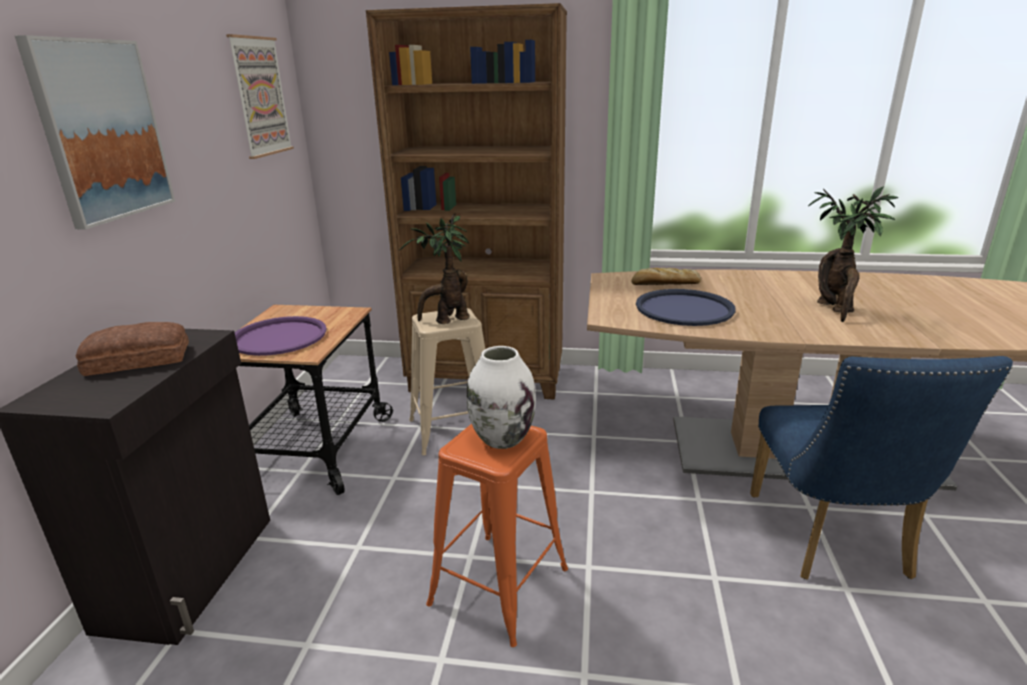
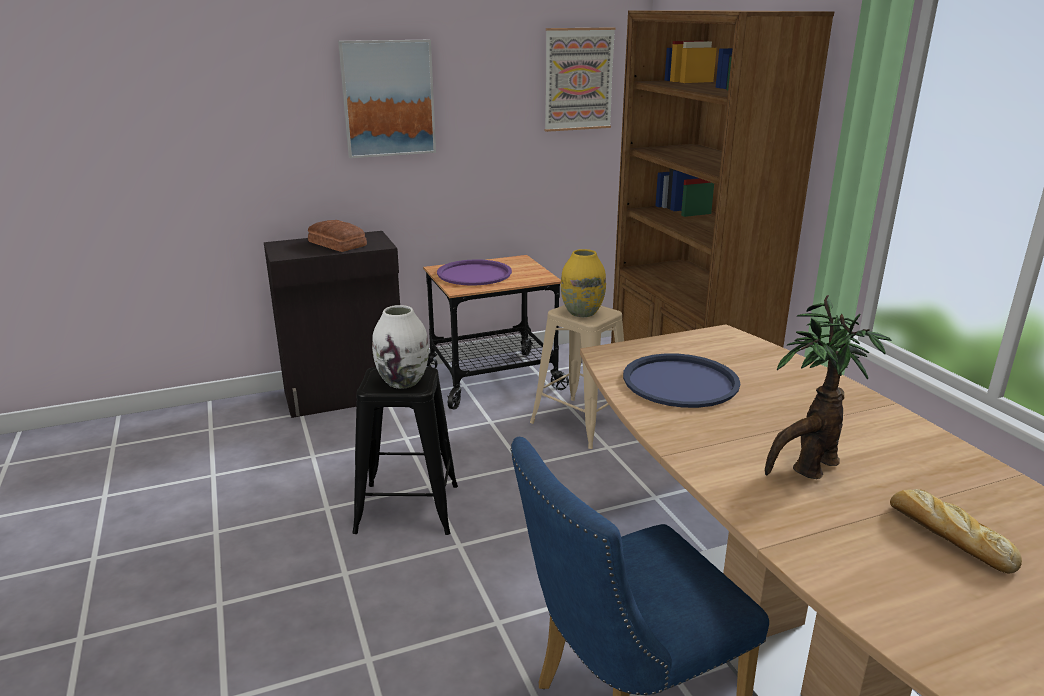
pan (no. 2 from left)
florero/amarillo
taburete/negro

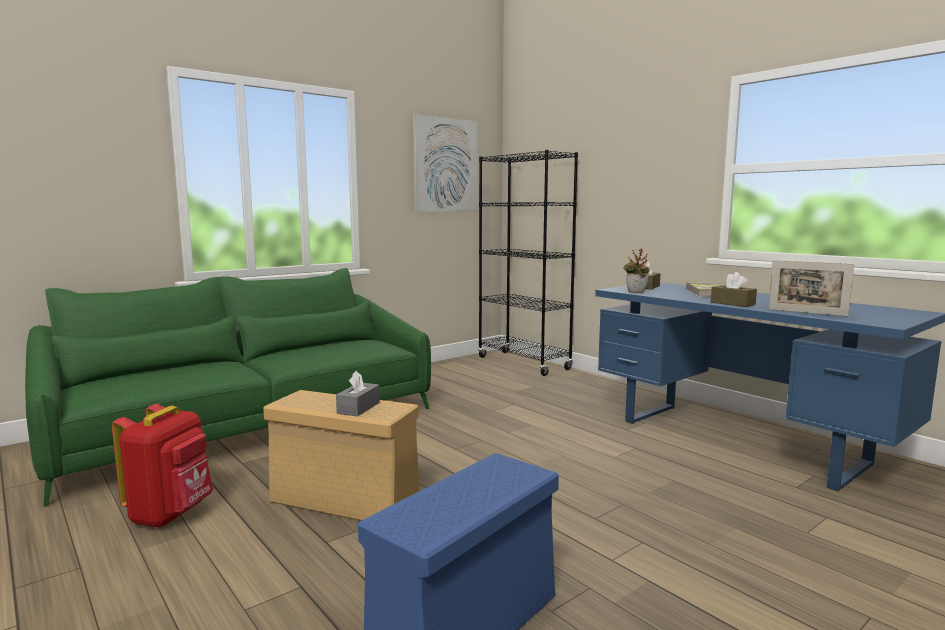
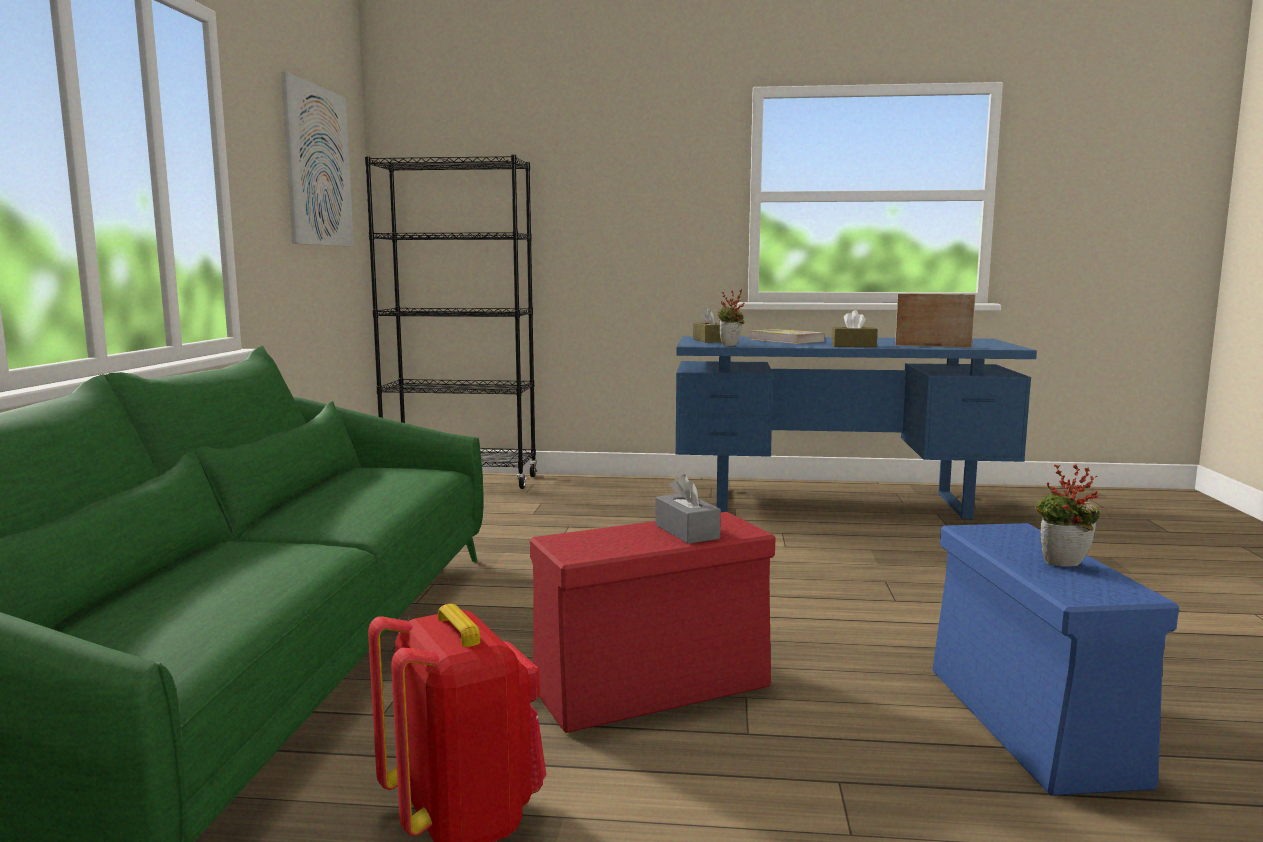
planta en maceta (no. 2 from left)
caja de almacenaje/rojo
portarretratos

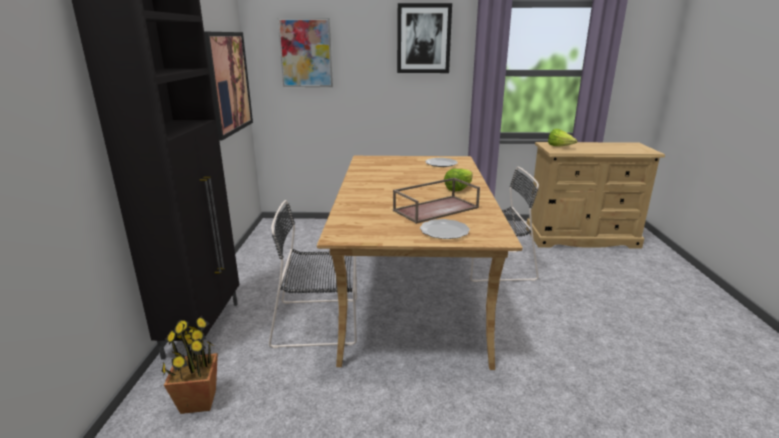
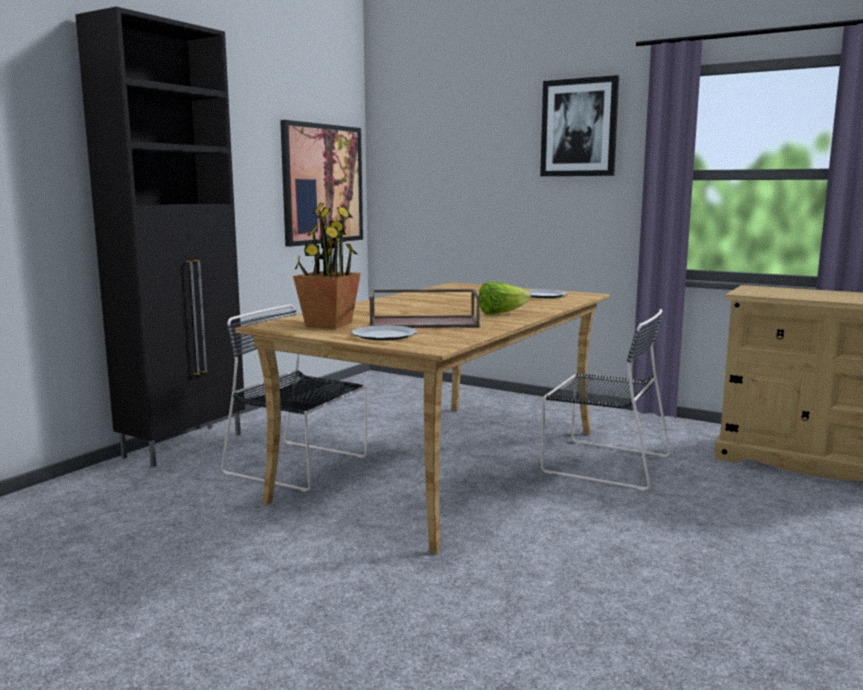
cuadro (no. 2 from left in the first image)
lechuga (no. 2 from left in the first image)
planta en maceta

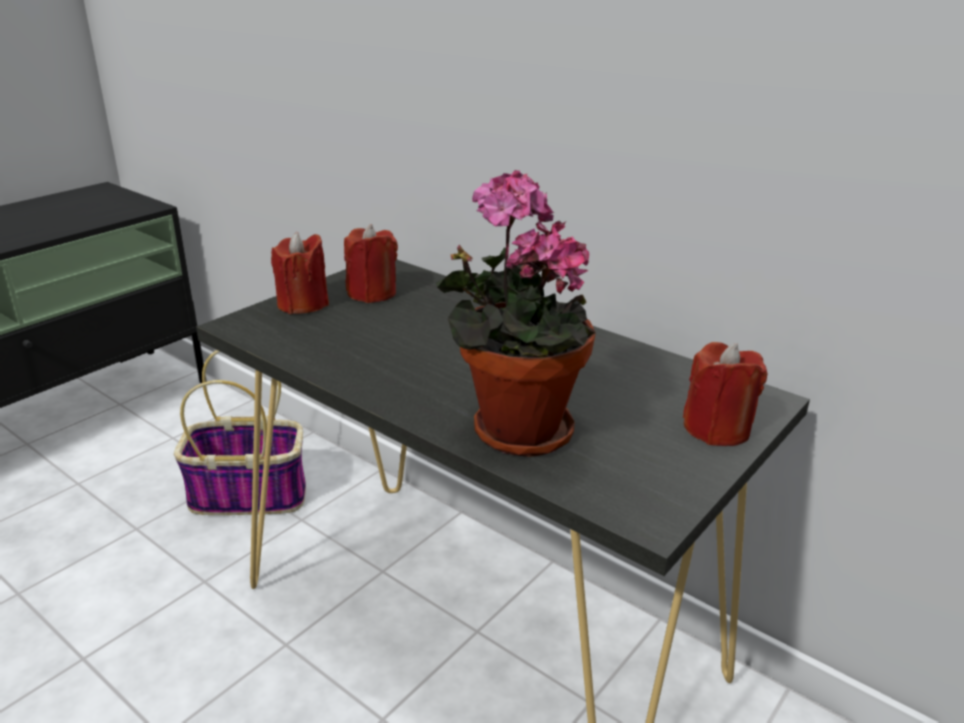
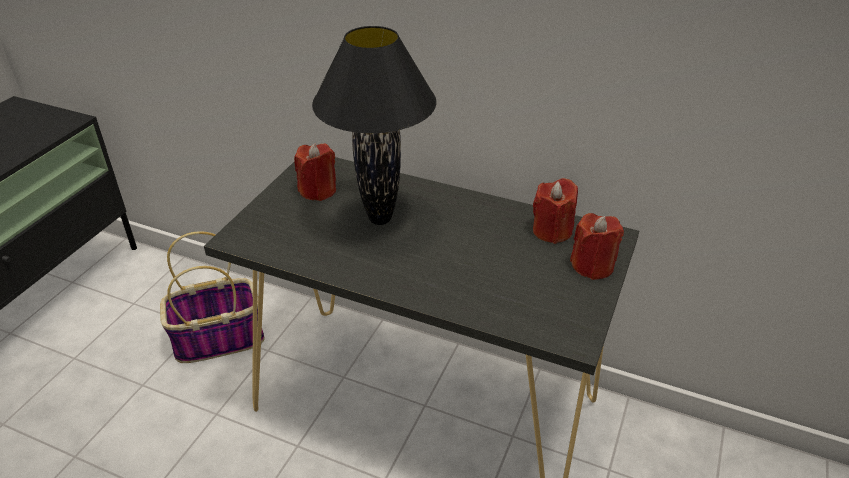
planta en maceta
lámpara de mesa/negro
vela/rojo (no. 2 from left)

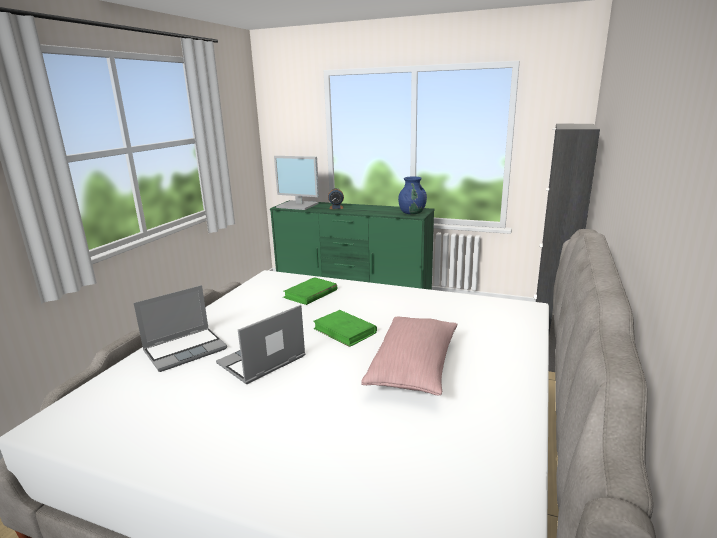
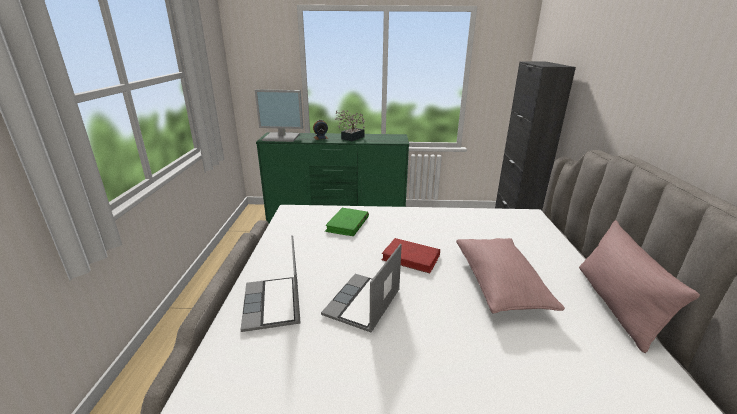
florero/azul
planta en maceta
cojín/rosa (no. 2 from left)
libro/rojo
portátil (no. 1 from left)

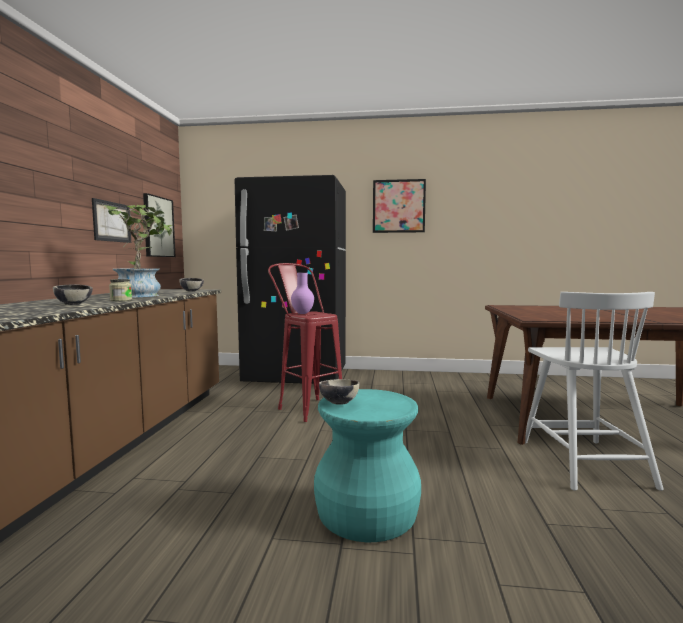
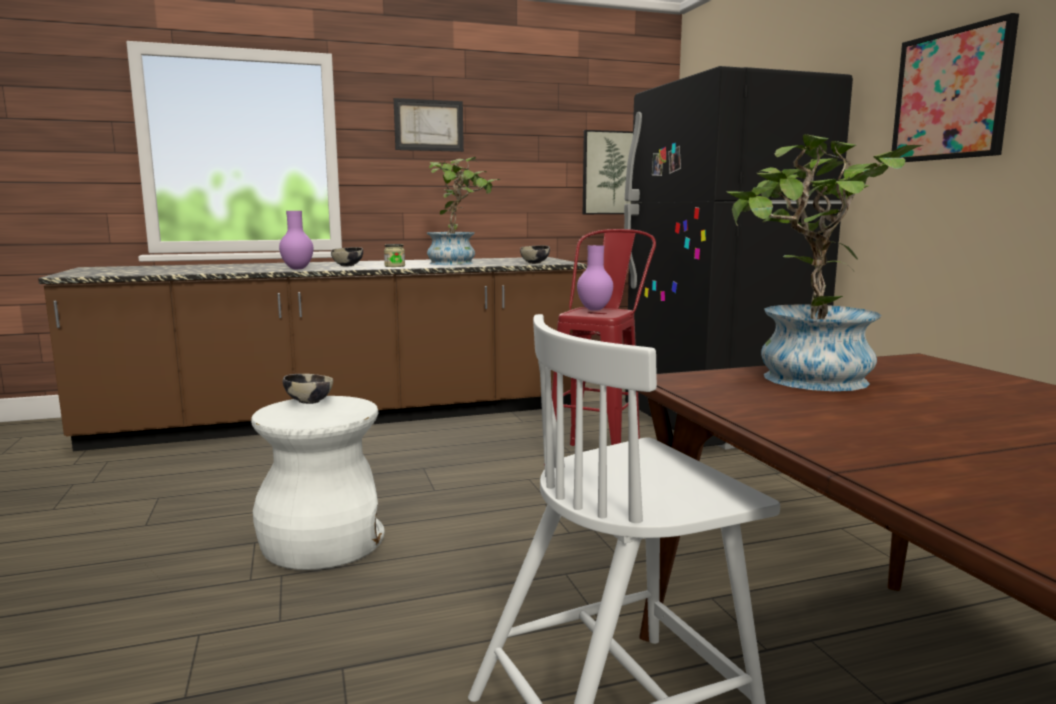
florero/morado (no. 1 from left)
planta en maceta (no. 2 from left)
cuadro (no. 1 from left)
taburete/blanco

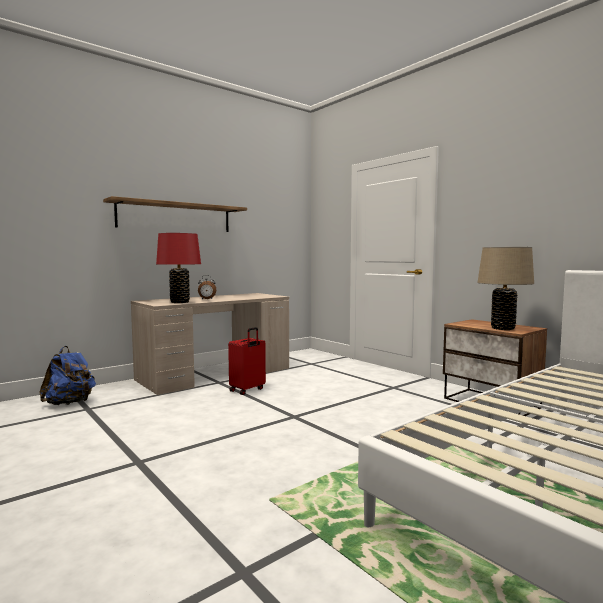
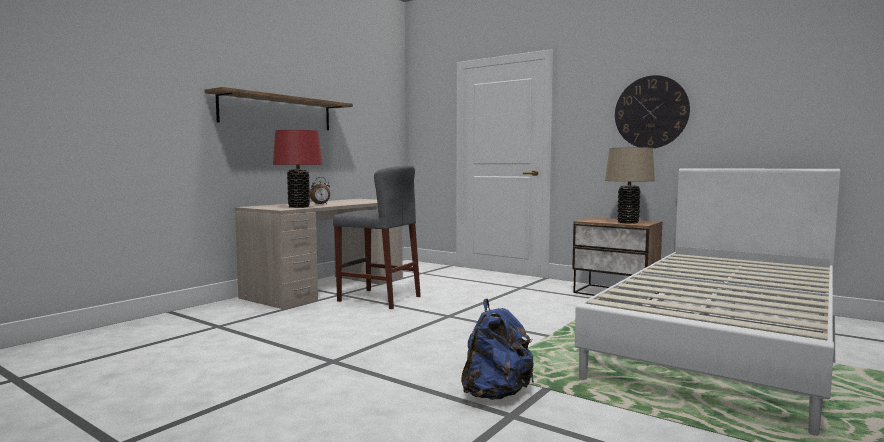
reloj de pared
mochila/azul
taburete/gris

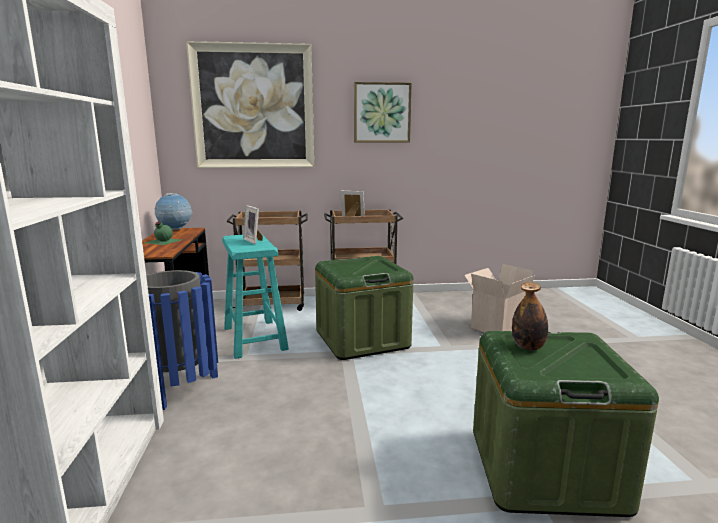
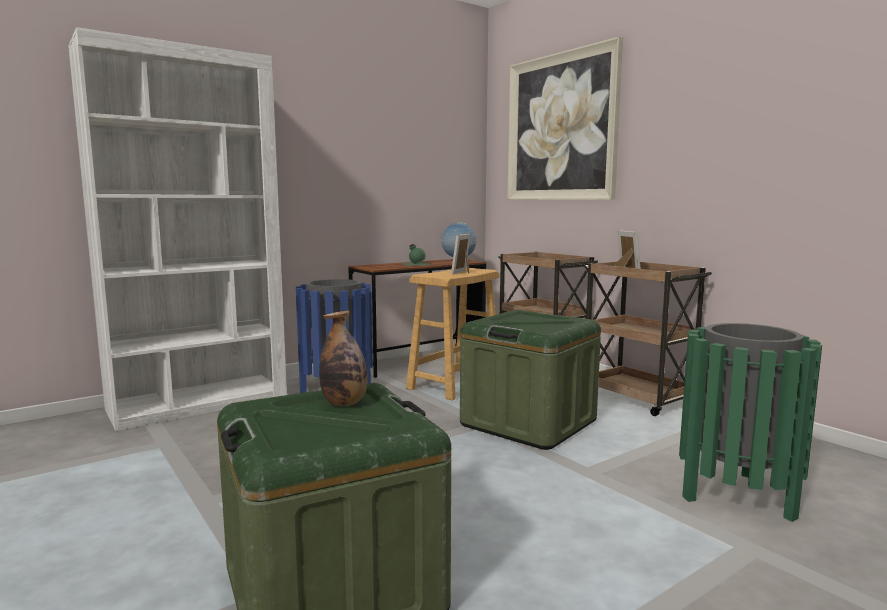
cuadro (no. 2 from left in the first image)
papelera/verde
taburete/beis

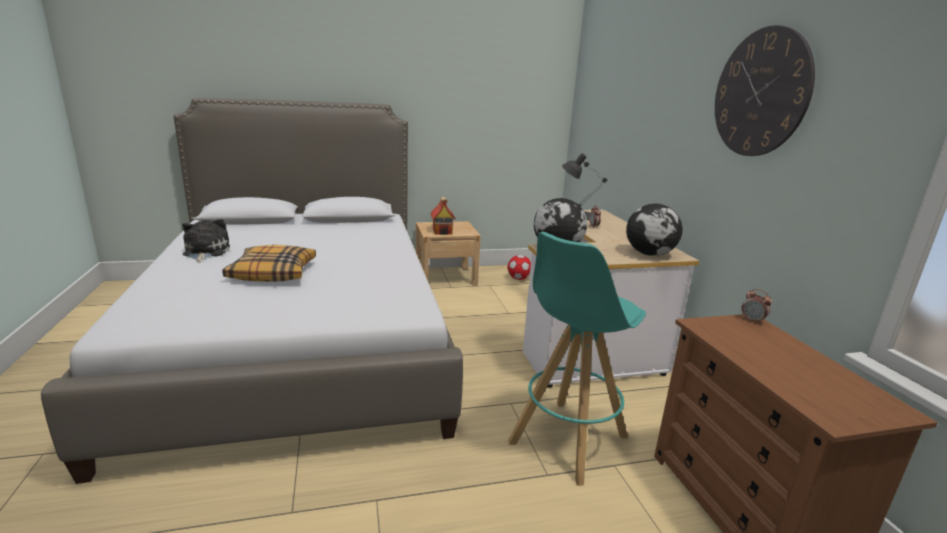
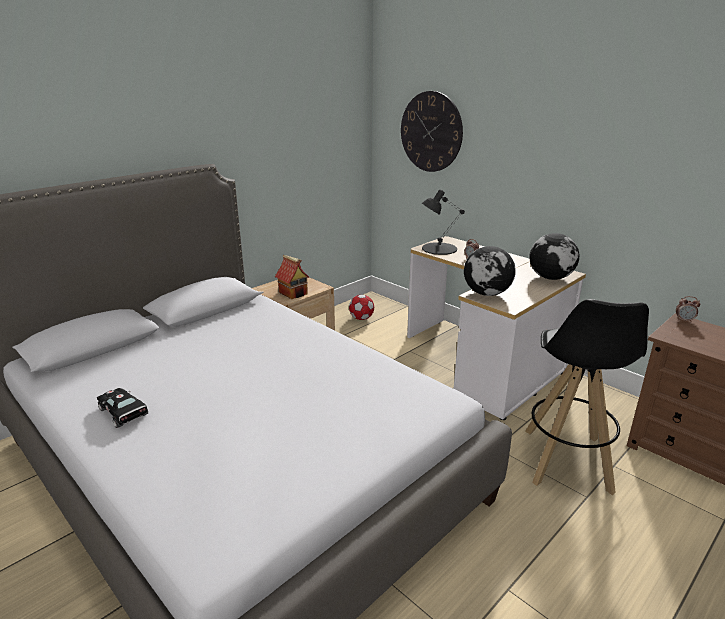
cojín
reloj de pared
coche de juguete/negro
taburete/negro

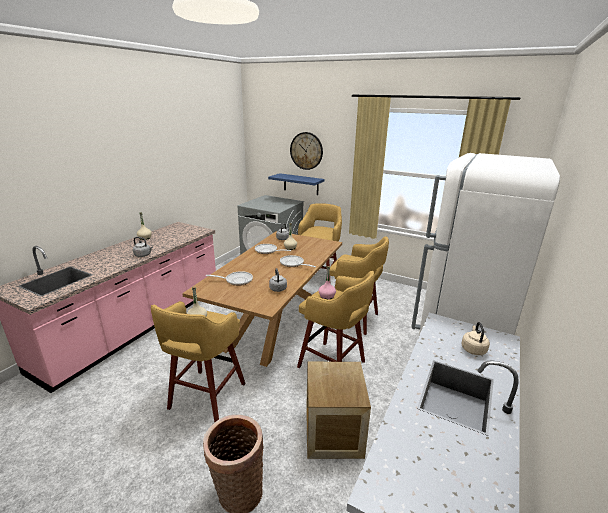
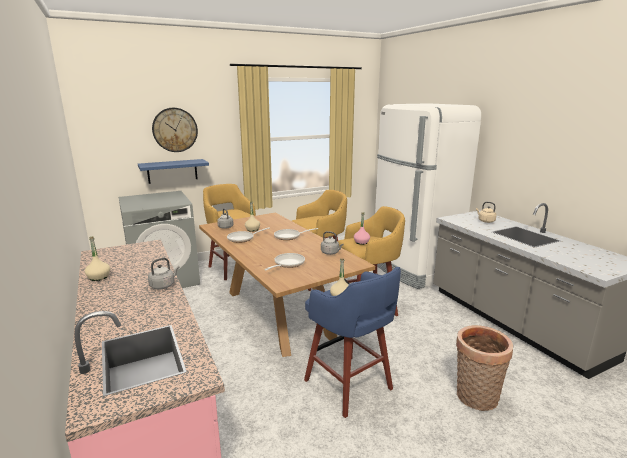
caja de embalaje
taburete/azul

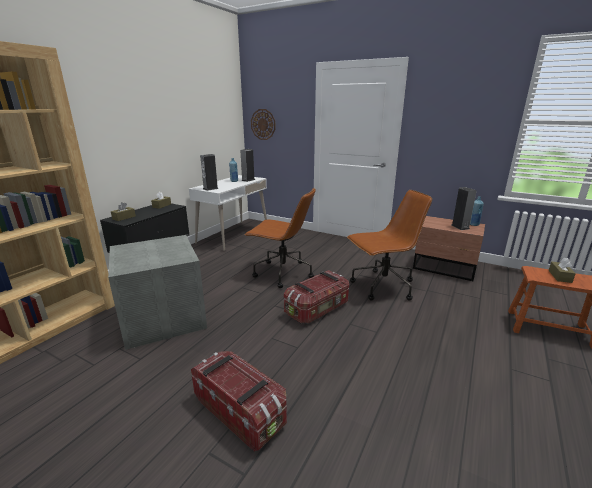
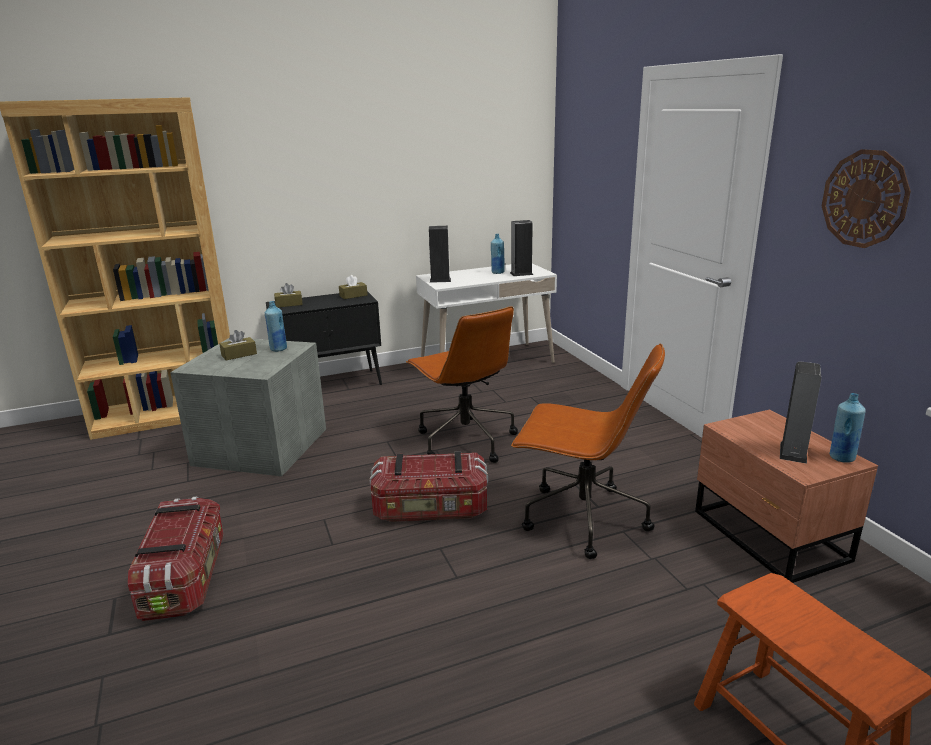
botella/azul (no. 1 from left)
reloj de pared
caja de pañuelos/marrón (no. 1 from left)

